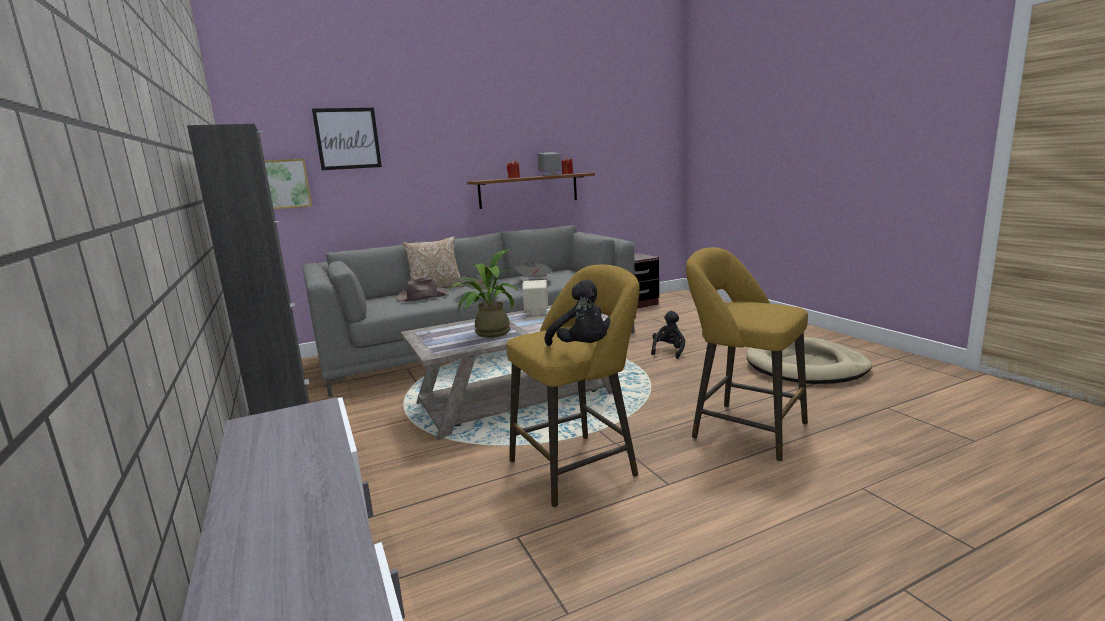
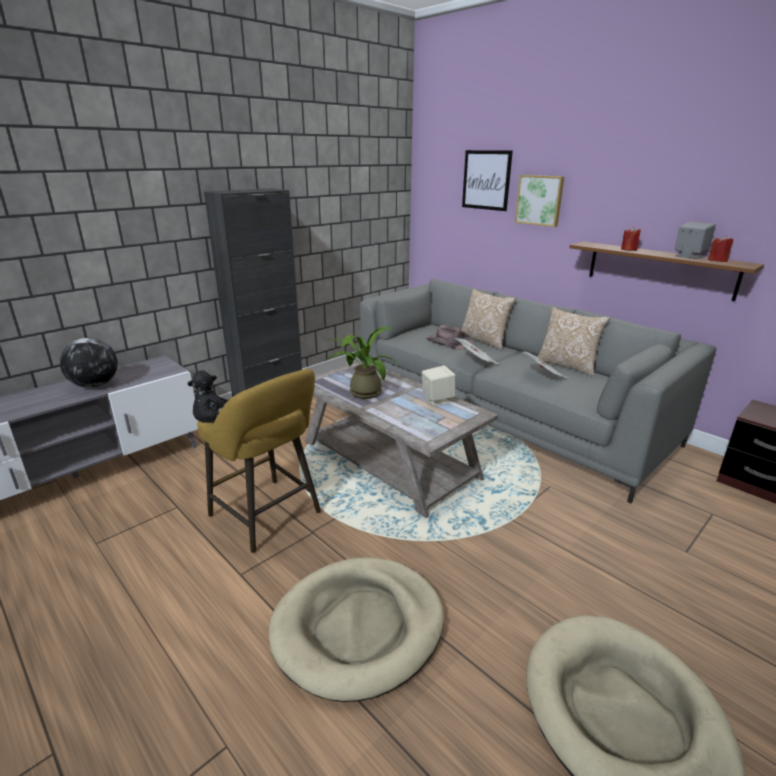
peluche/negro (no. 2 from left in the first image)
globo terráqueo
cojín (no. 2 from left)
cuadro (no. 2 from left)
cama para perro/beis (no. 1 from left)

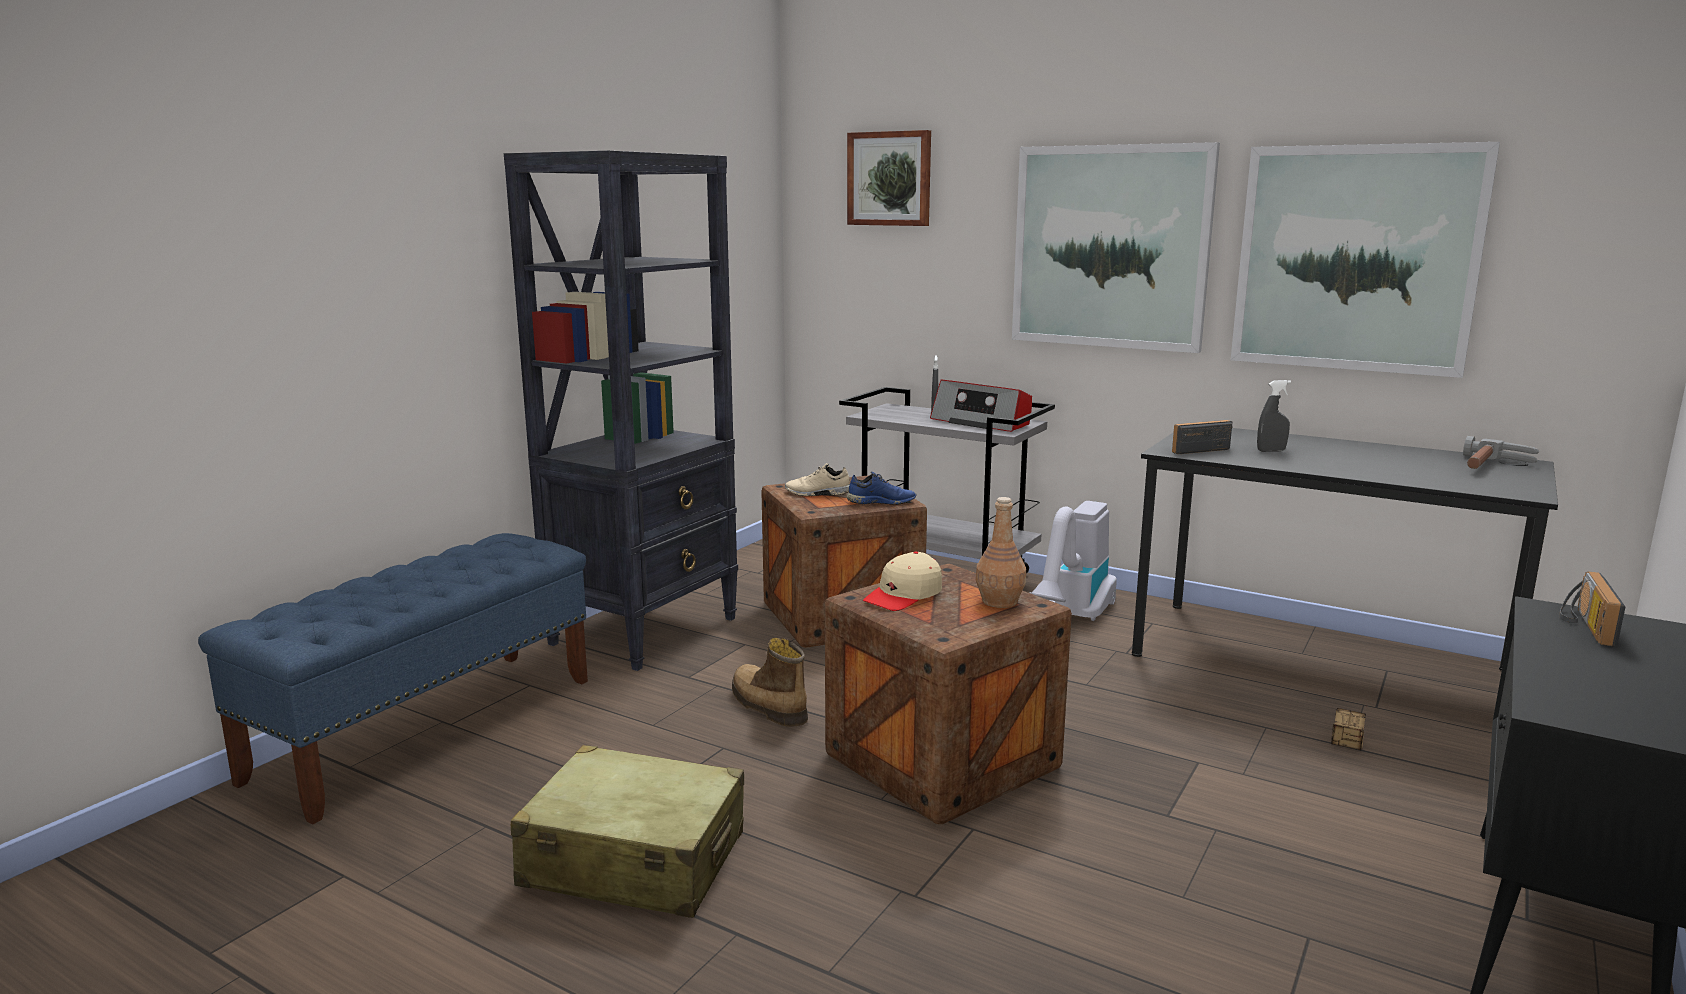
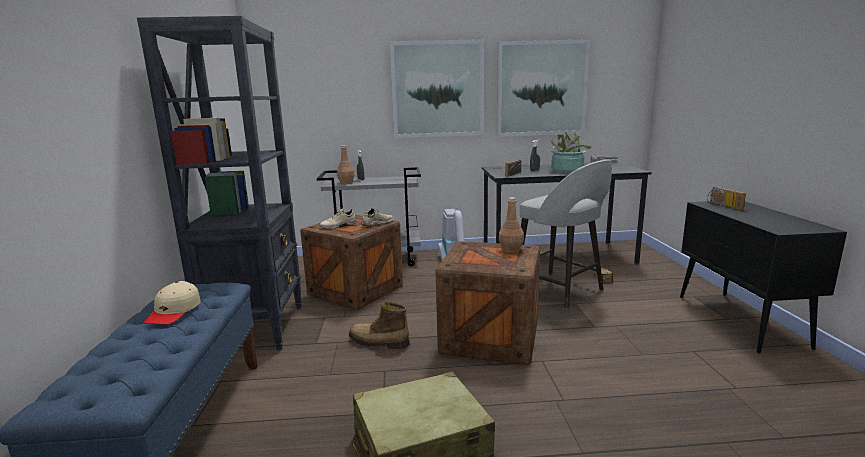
cuadro (no. 1 from left in the first image)
radio (no. 1 from left in the first image)
botella/marrón (no. 1 from left)
taburete/gris
planta en maceta
gorra/beis
zapato/beis (no. 2 from left)

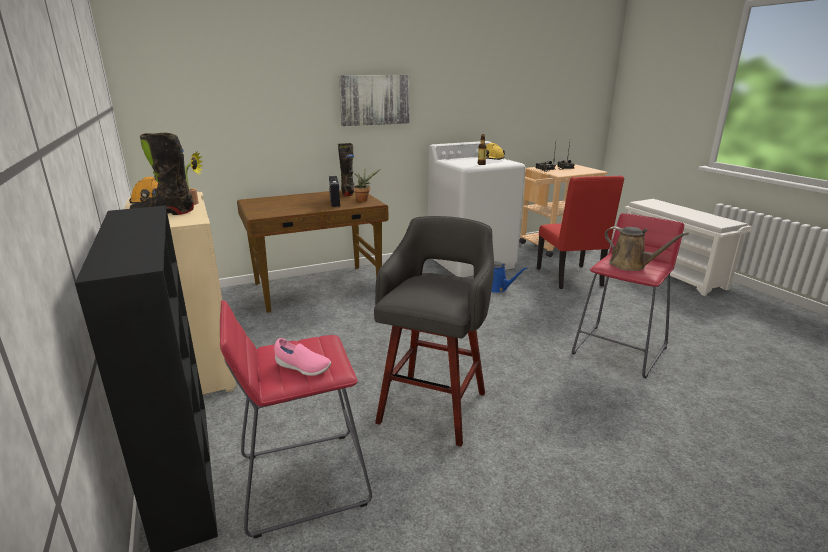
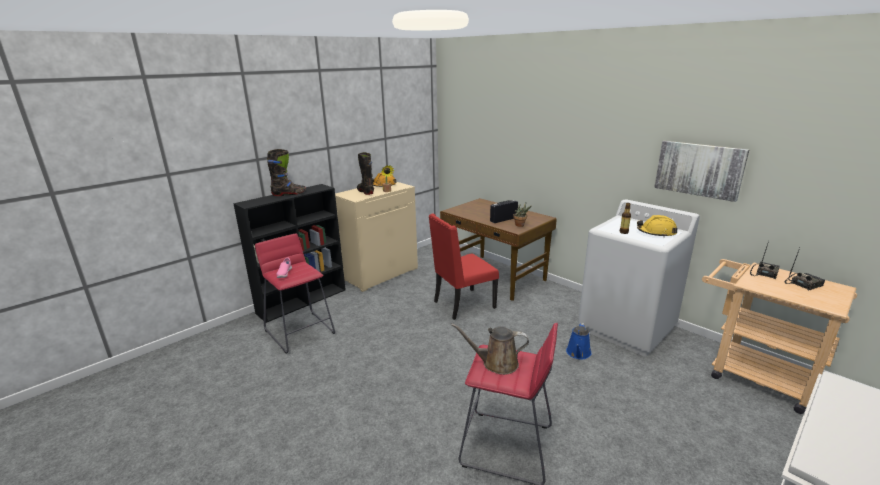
taburete/gris
bota/negro (no. 1 from left)
cuadro
silla/rojo
regadera/marrón

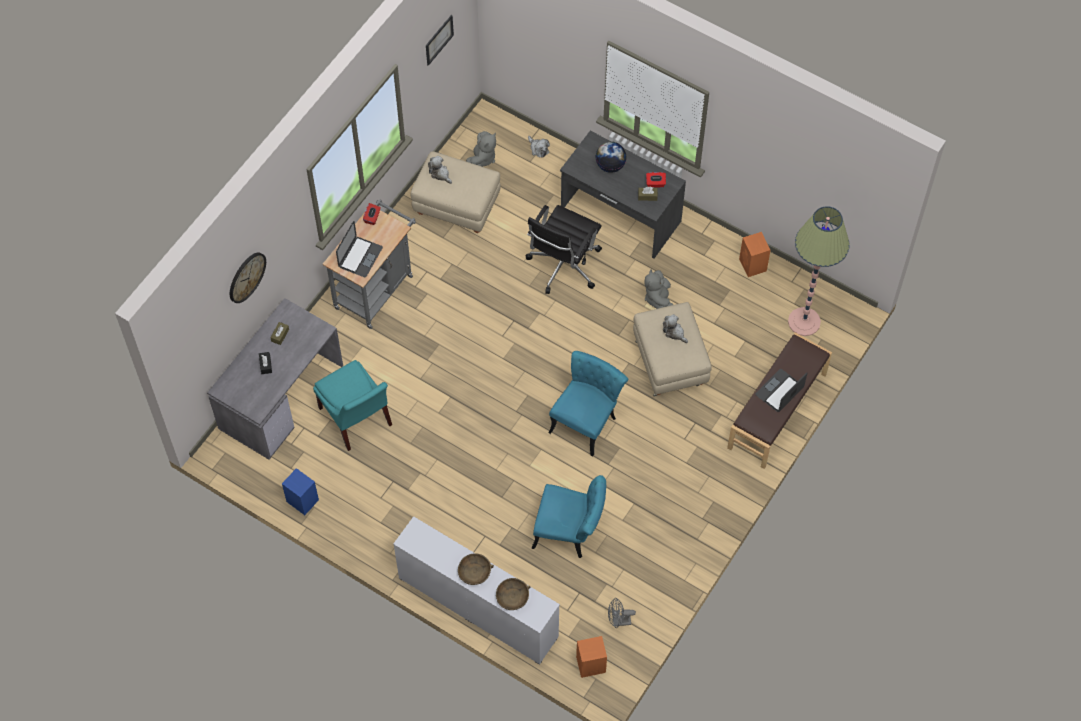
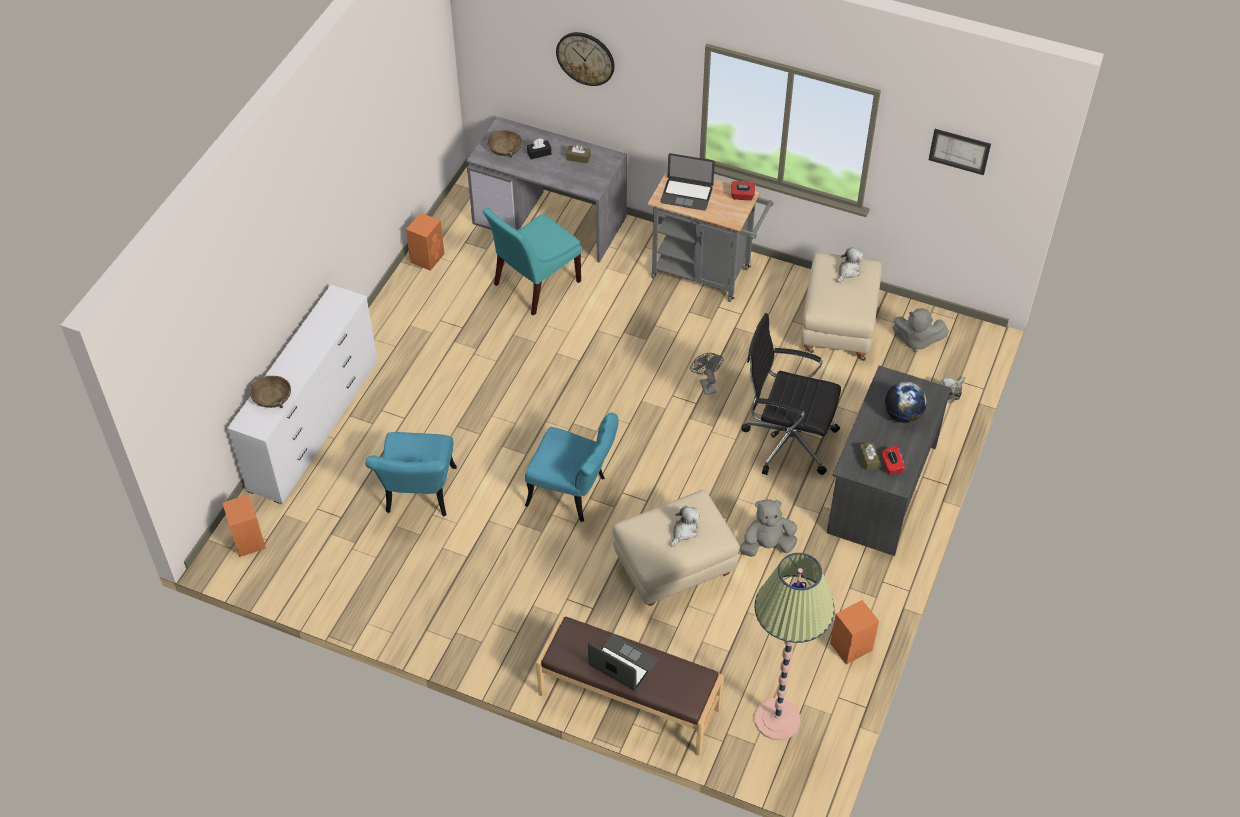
cuenco/marrón (no. 2 from left)
ventilador/gris
altavoz/naranja (no. 2 from left)

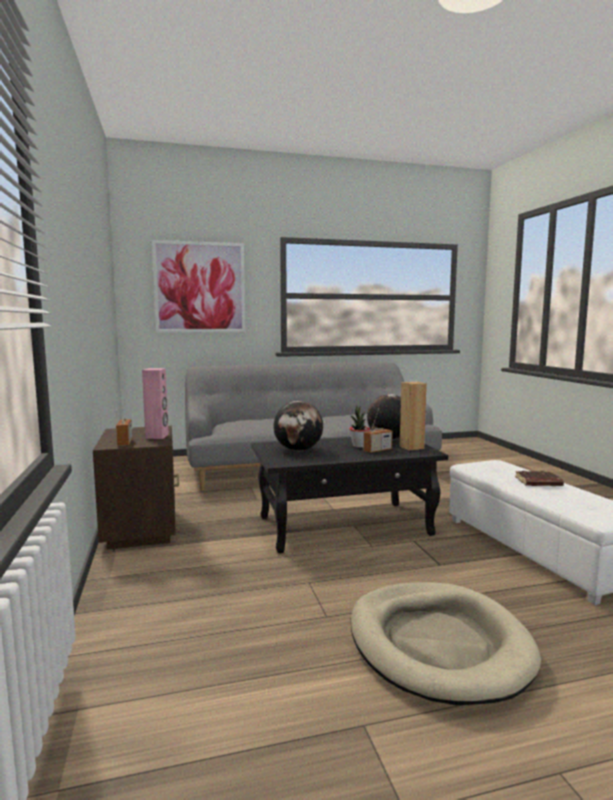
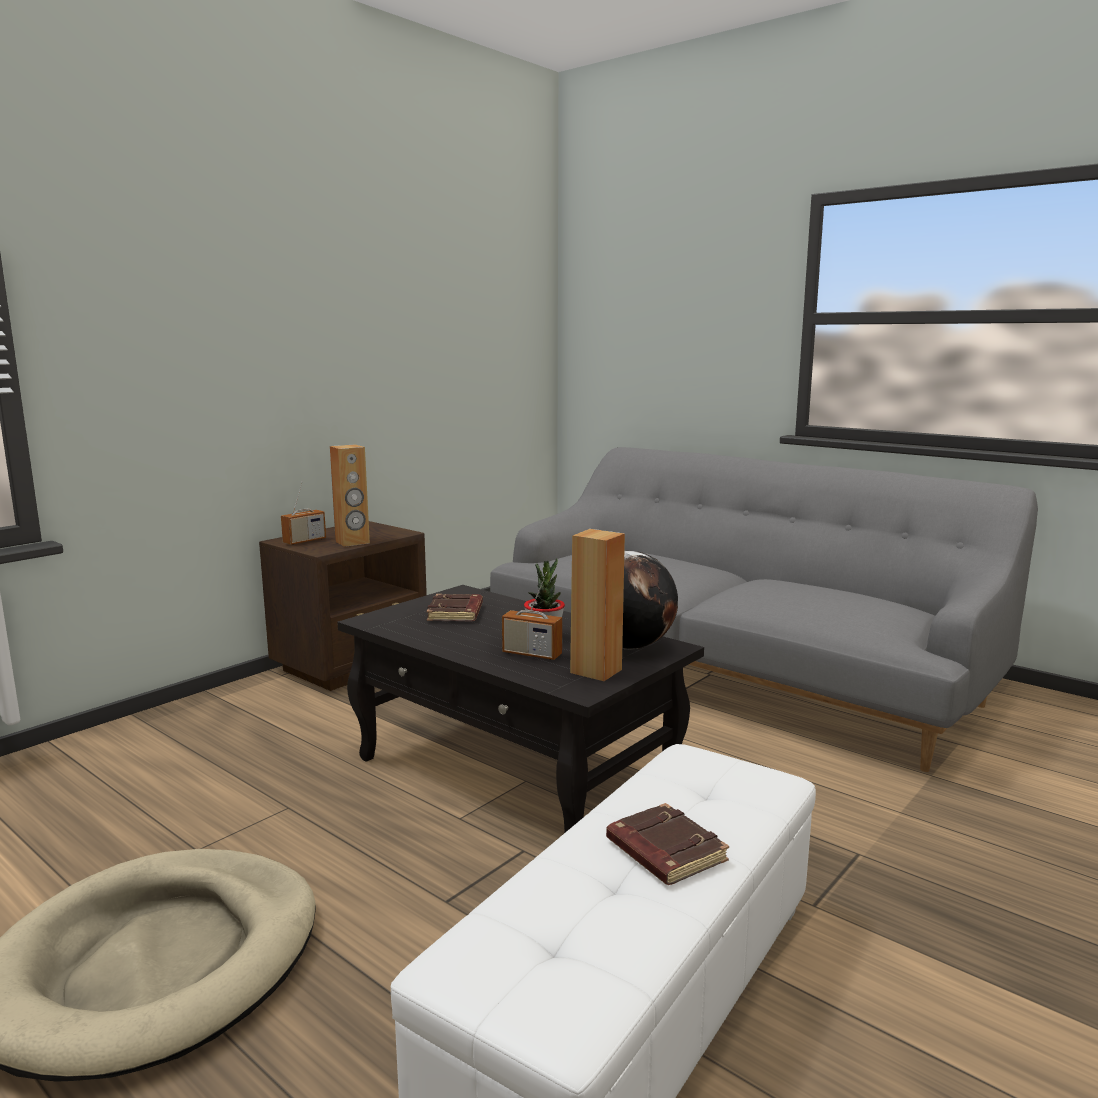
cuadro
libro/marrón (no. 1 from left)
altavoz/marrón (no. 1 from left)

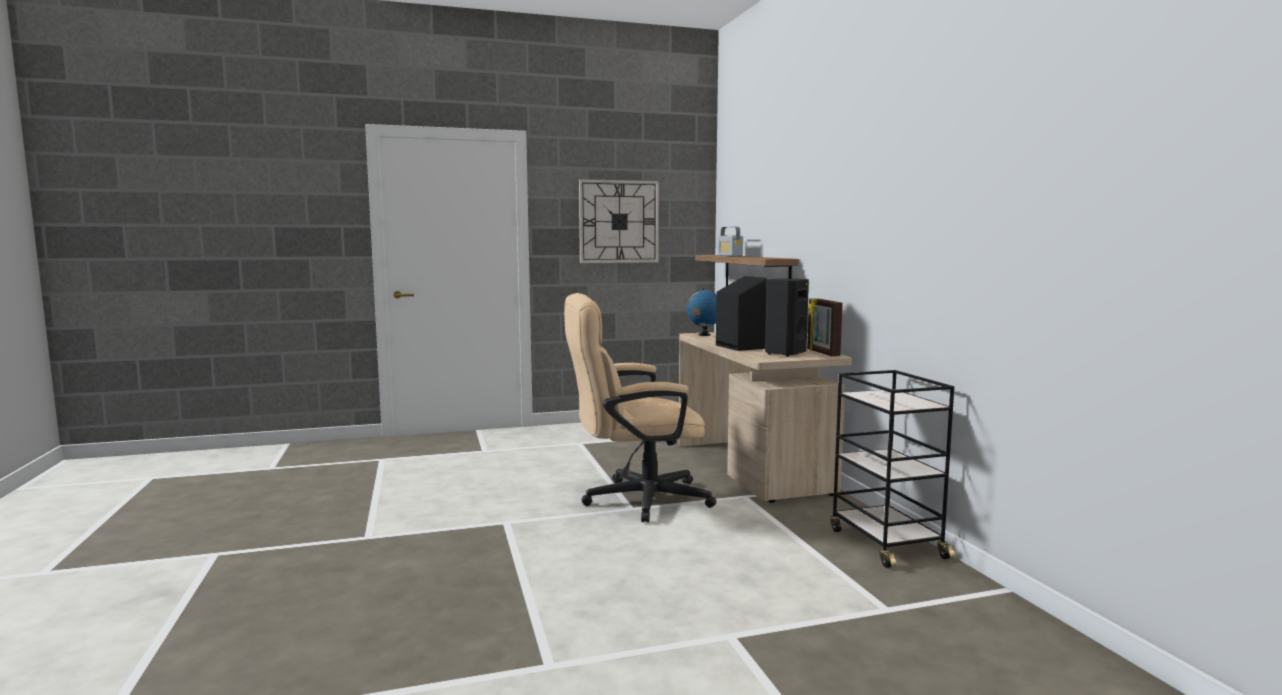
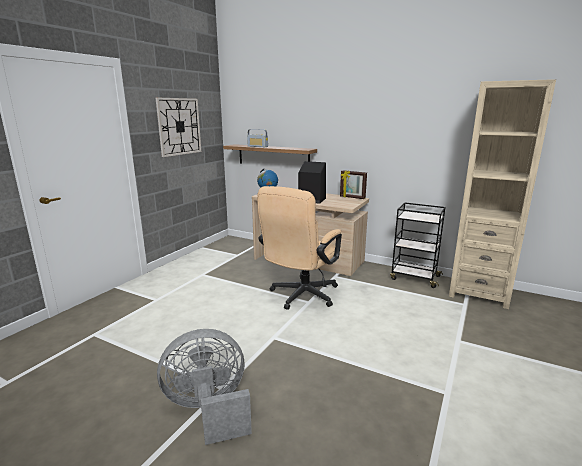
altavoz/negro (no. 2 from left in the first image)
ventilador/gris
estantería/beis

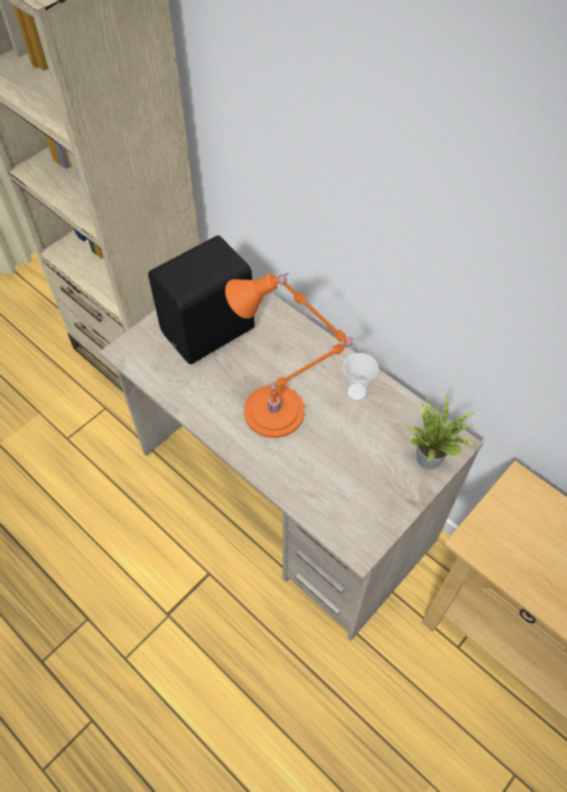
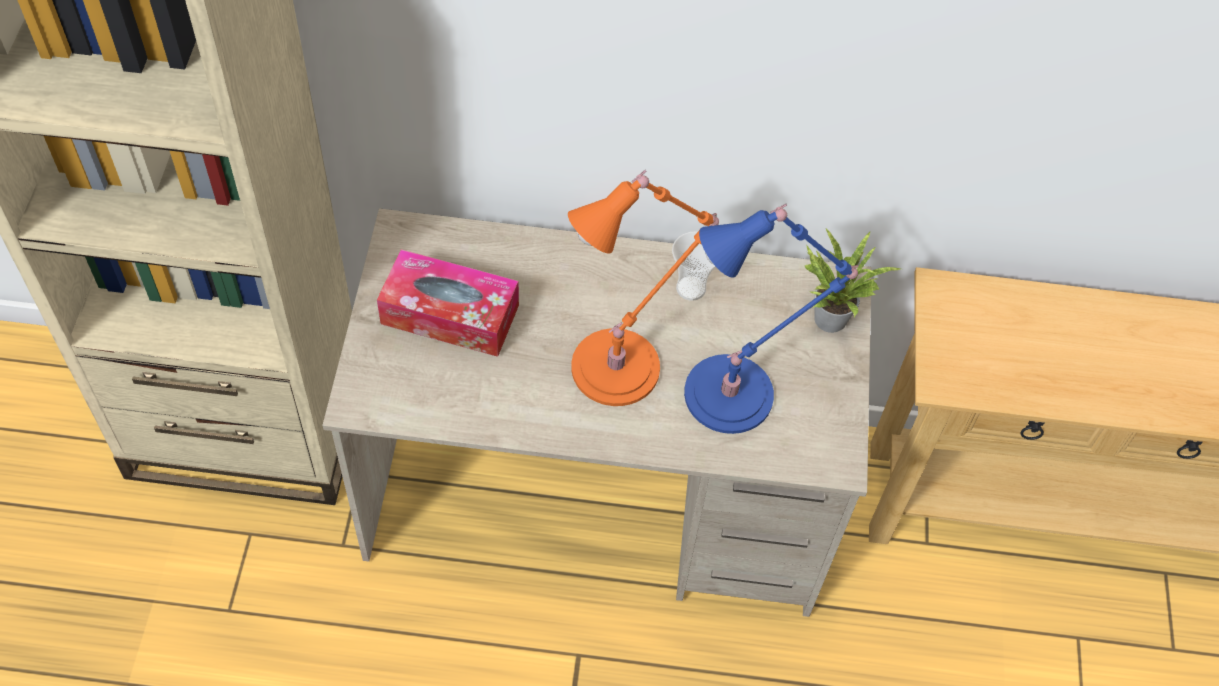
lámpara de mesa/azul
caja de pañuelos

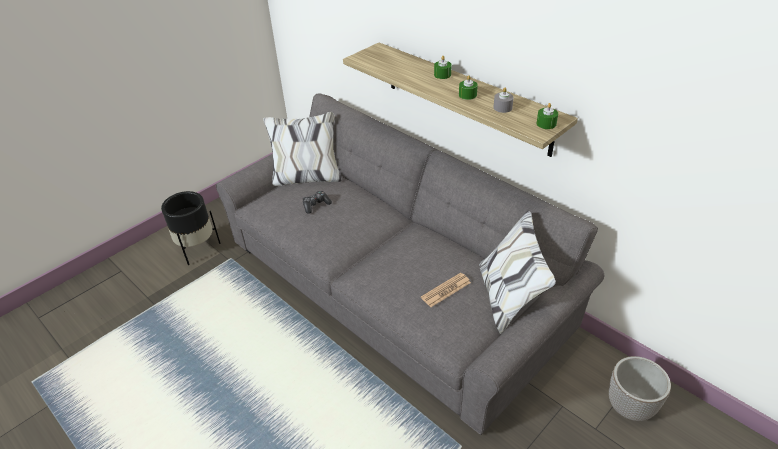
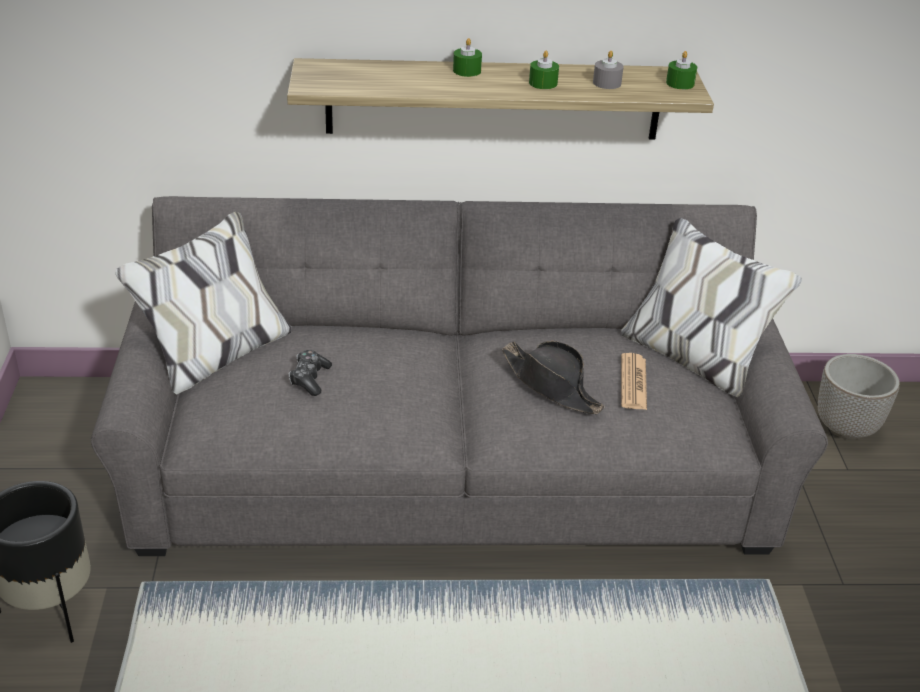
sombrero/negro

